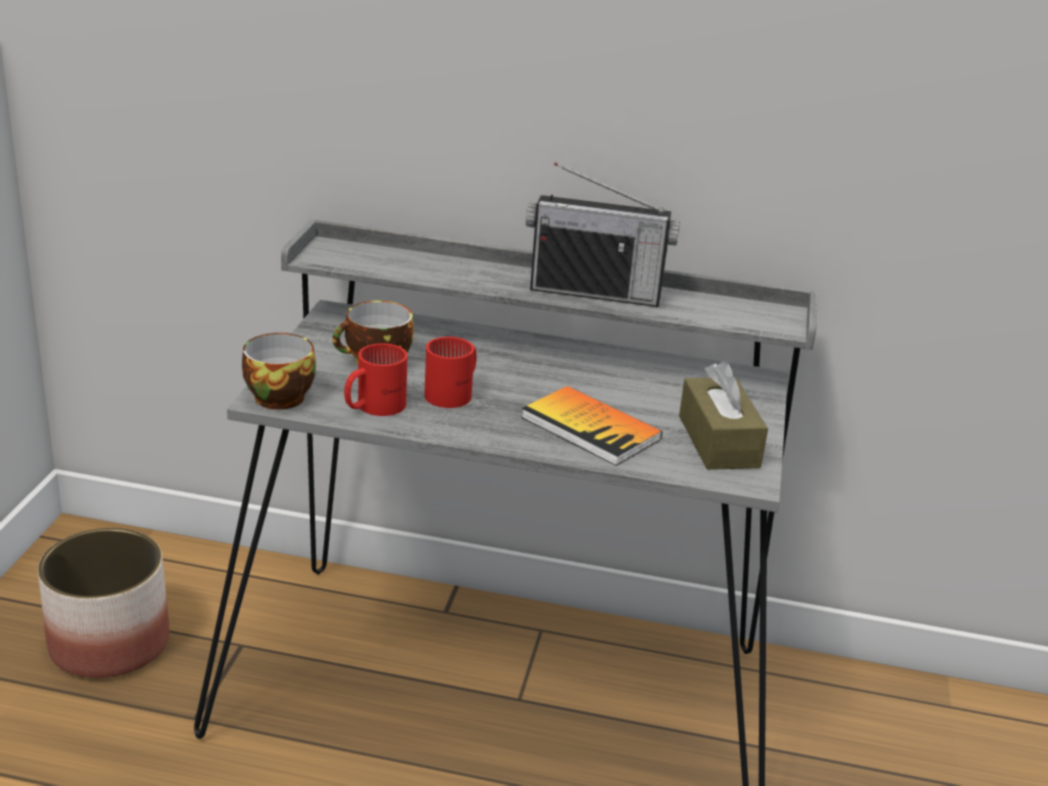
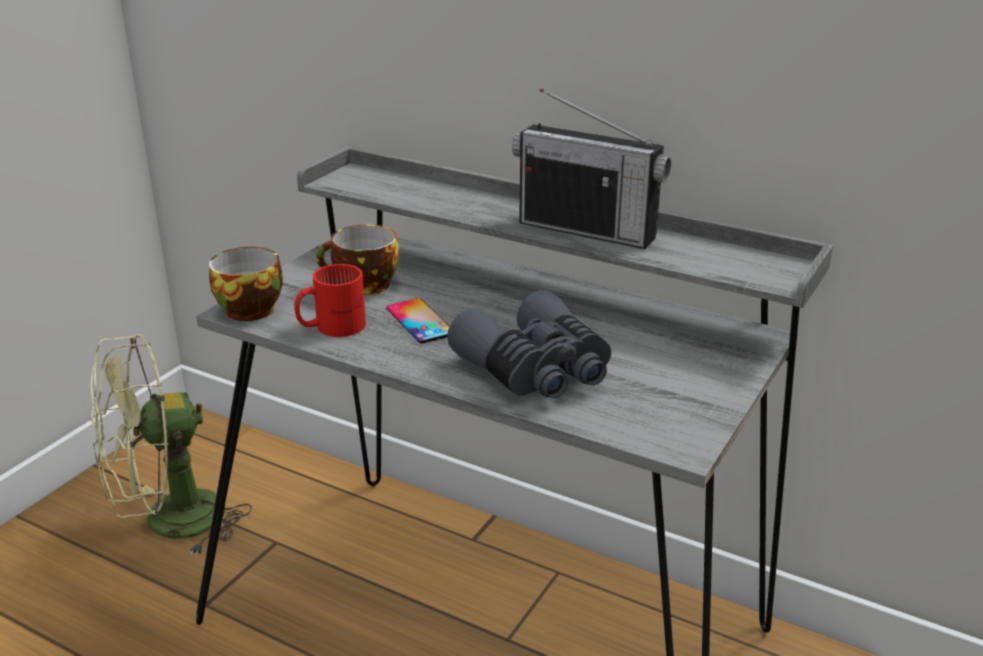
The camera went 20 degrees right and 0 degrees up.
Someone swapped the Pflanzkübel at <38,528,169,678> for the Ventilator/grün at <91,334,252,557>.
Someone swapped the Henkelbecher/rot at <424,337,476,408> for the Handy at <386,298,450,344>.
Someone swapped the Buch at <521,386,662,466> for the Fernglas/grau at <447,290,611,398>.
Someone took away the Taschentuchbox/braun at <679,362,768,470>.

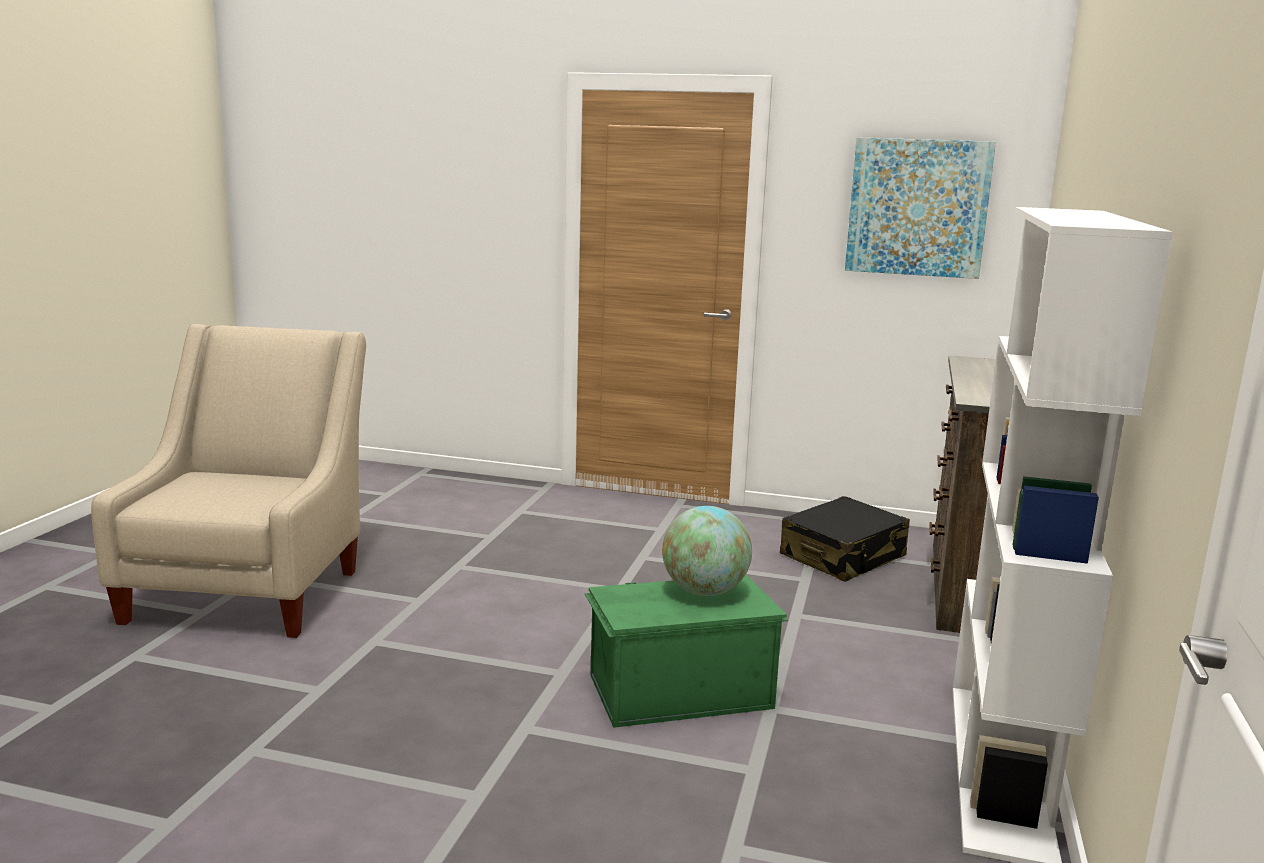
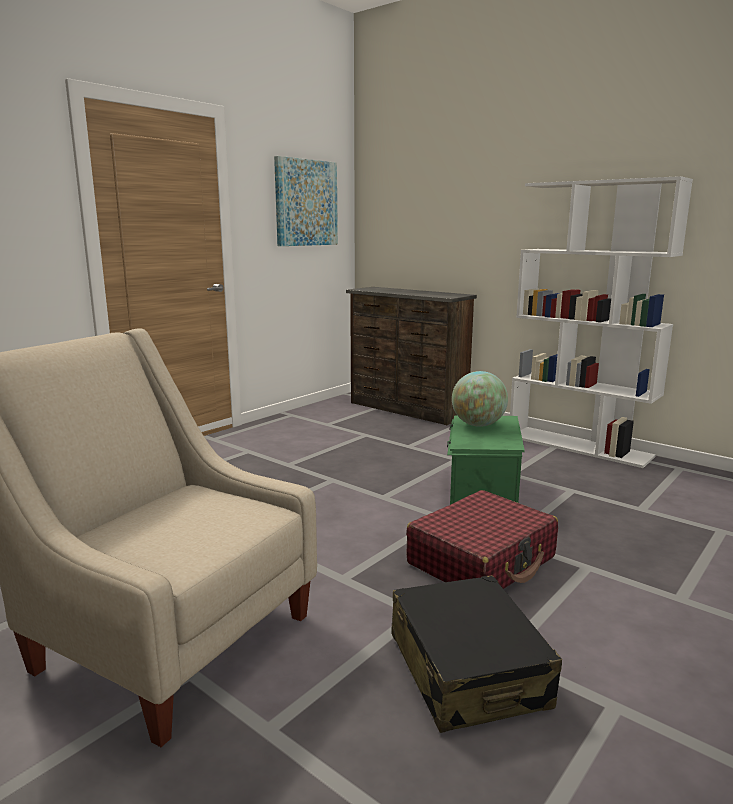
The camera went 65 degrees left and 0 degrees up.
Someone carried the Koffer/schwarz from <780,496,910,582> to <391,575,562,733>.
Someone put down the Koffer/rot at <406,490,558,589>.

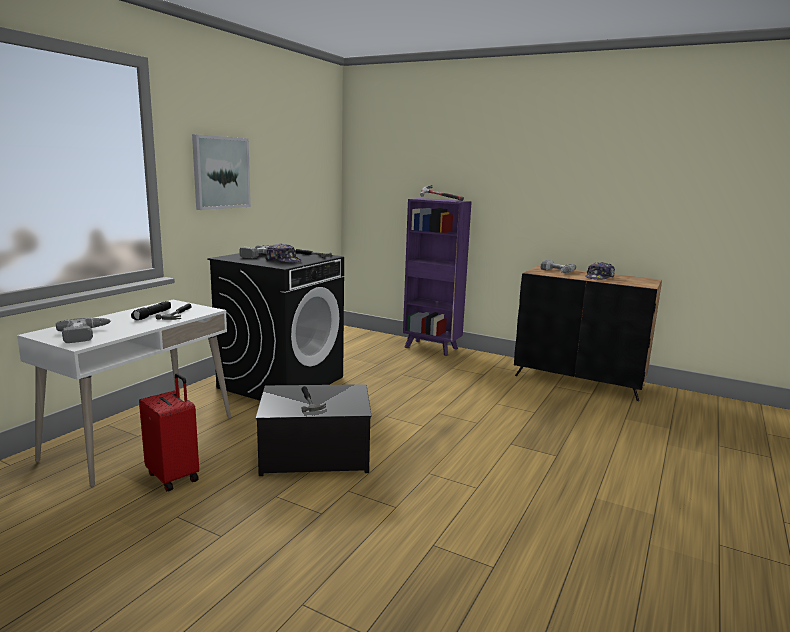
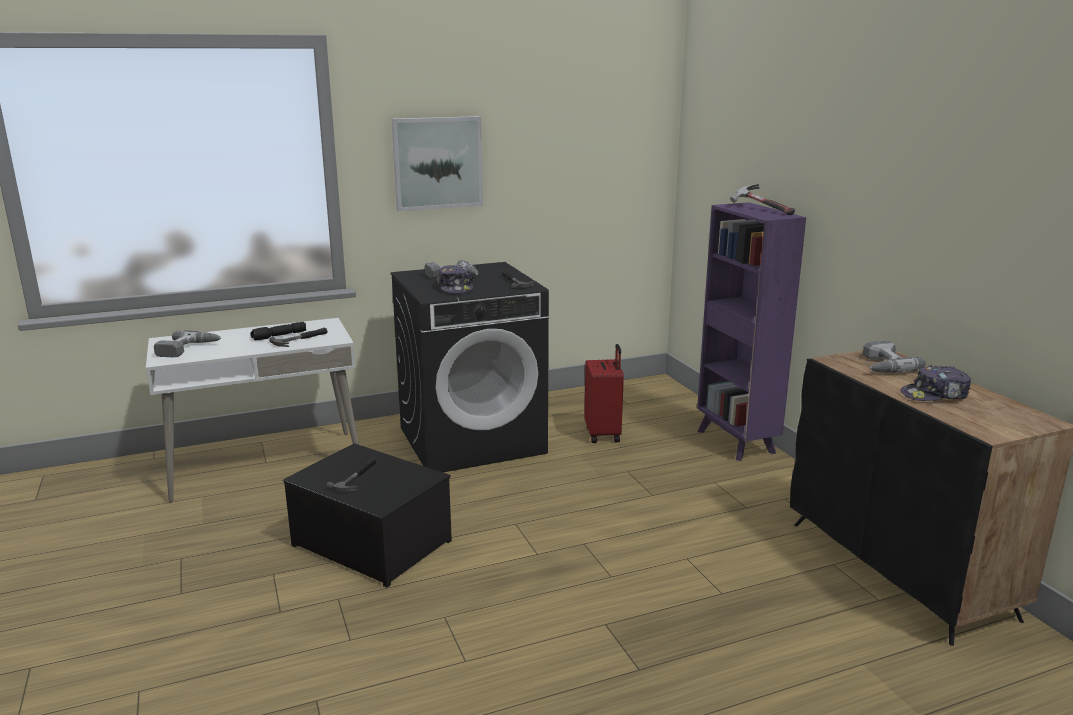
The camera went 40 degrees right and 5 degrees up.
Someone carried the Koffer/rot from <139,373,199,491> to <584,344,624,443>.

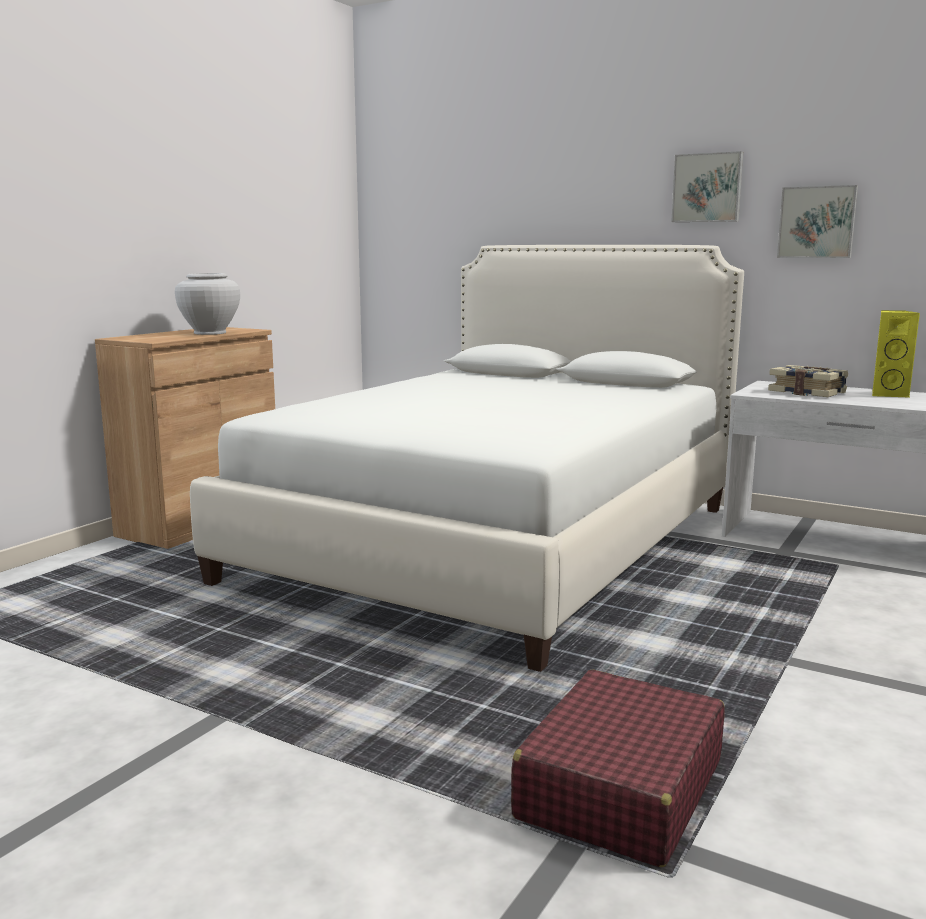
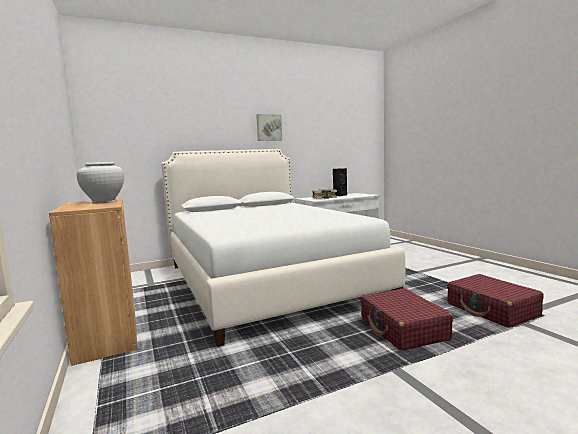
The camera went 55 degrees left and 5 degrees down.
Someone took away the Bild at <777,185,858,258>.
Someone repainted the Lautsprecher/gelb at <872,310,920,398>, which became the Lautsprecher/schwarz at <333,168,347,196>.
Someone put down the Koffer/rot at <360,288,453,351>.

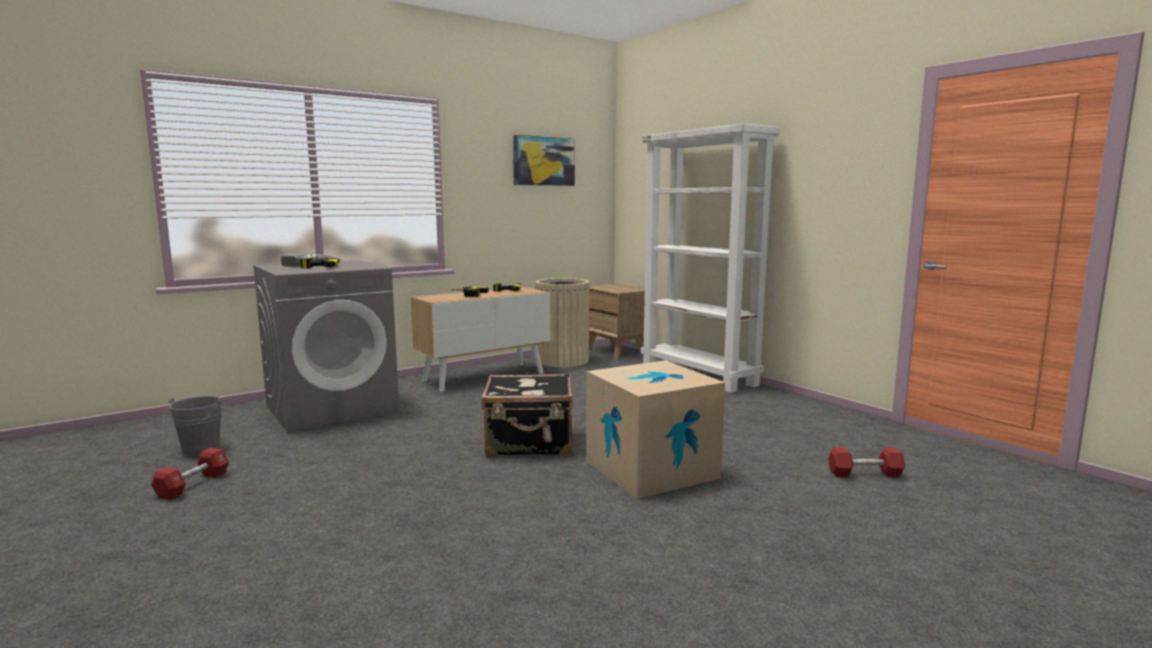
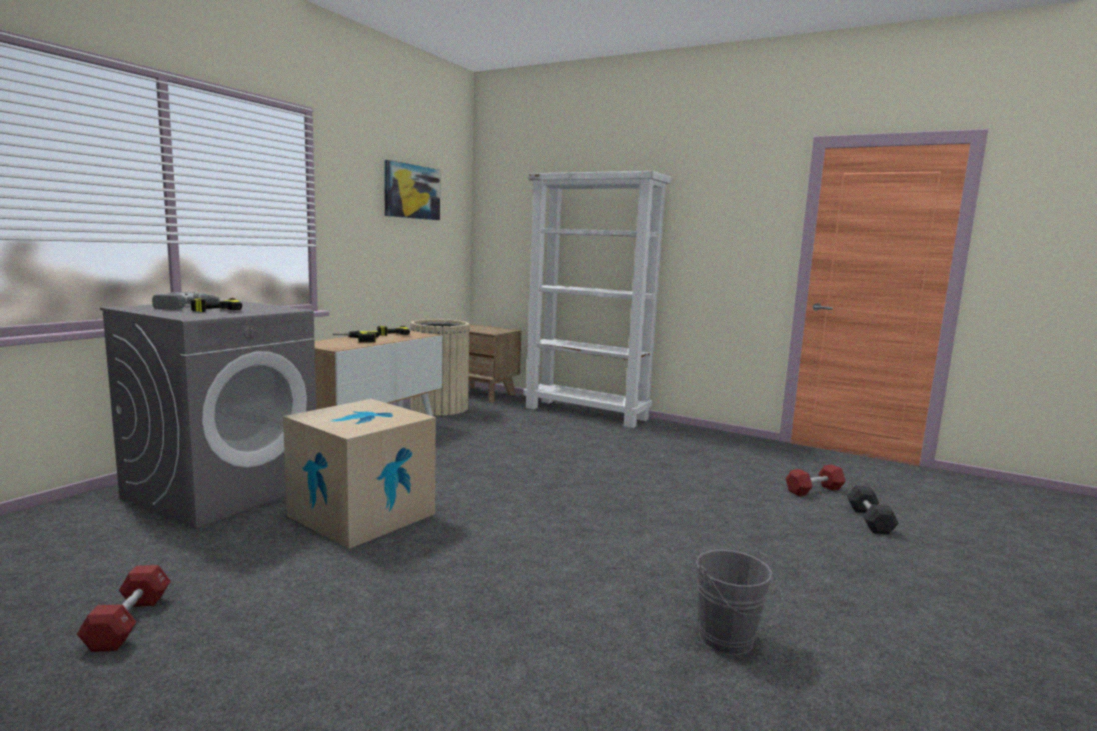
The camera went 25 degrees left and 0 degrees up.
Someone carried the Eimer/grau from <163,396,222,456> to <696,549,783,655>.
Someone took away the Koffer/schwarz at <481,373,573,456>.
Someone carried the Karton from <586,360,725,499> to <283,399,436,549>.
Someone put down the Hantel/schwarz at <847,485,899,535>.

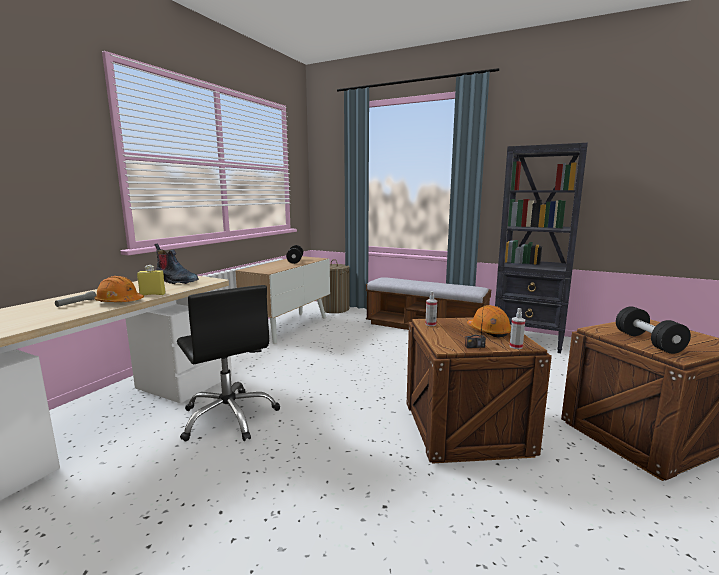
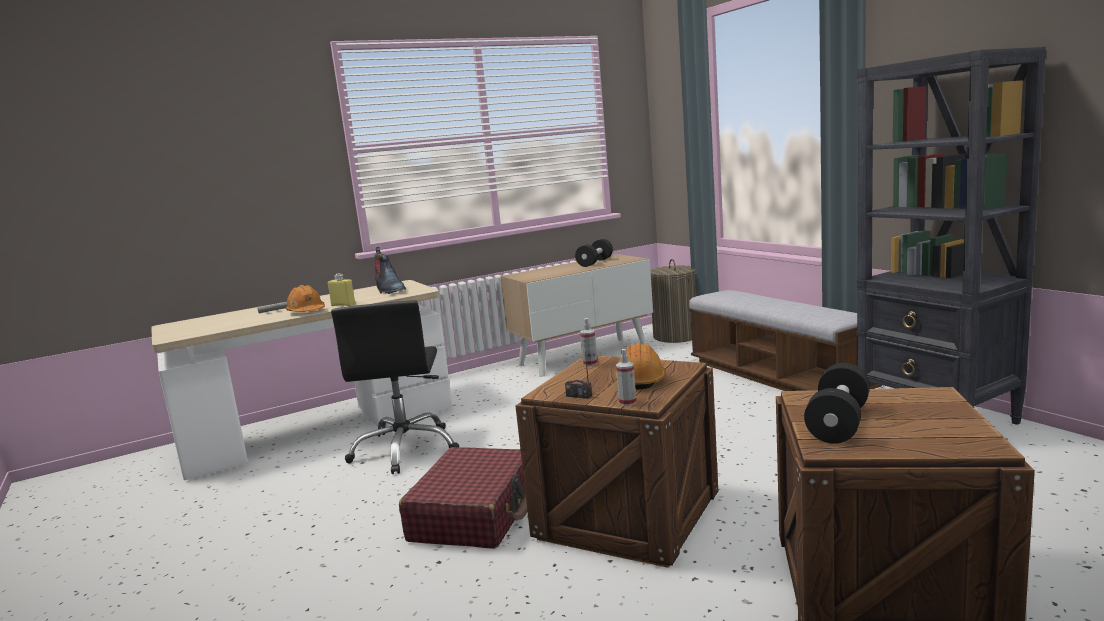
The camera went 35 degrees right and 0 degrees up.
Someone put down the Koffer/rot at <399,447,527,549>.

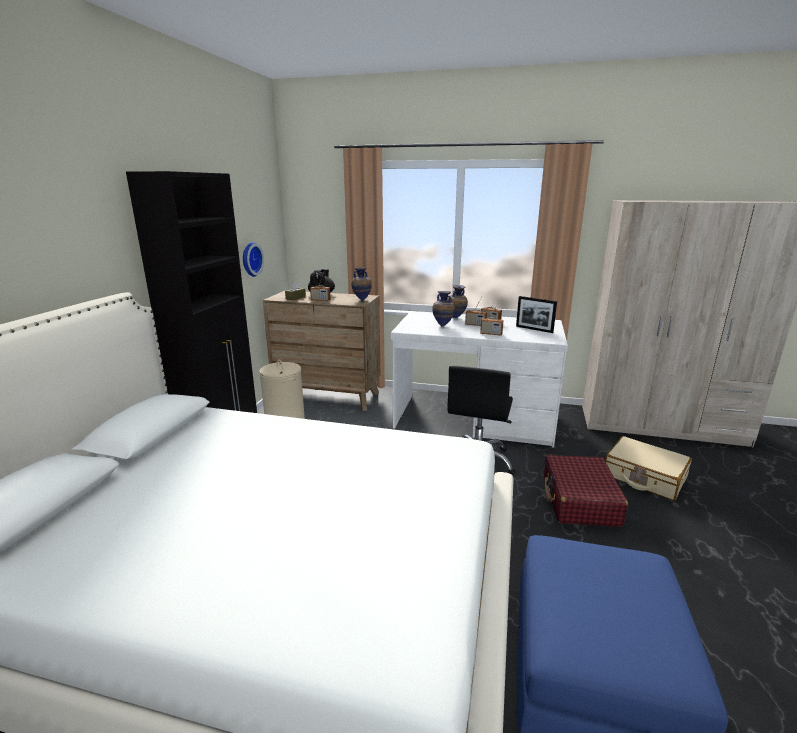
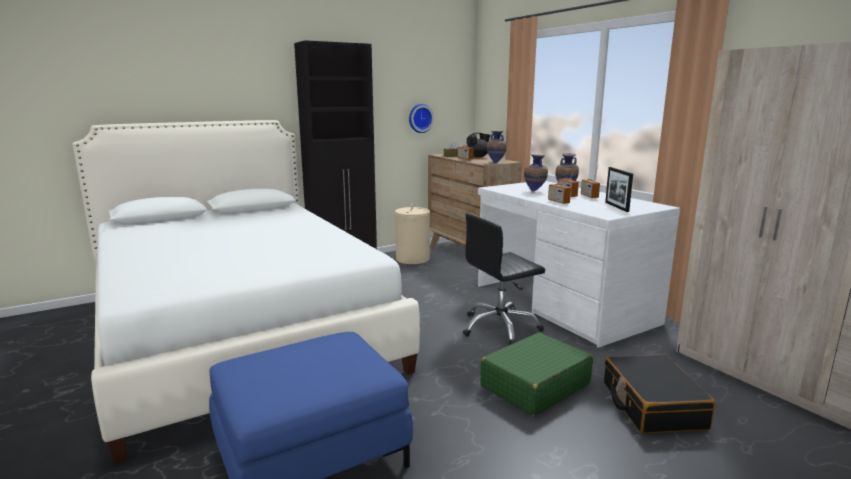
The camera went 45 degrees right and 5 degrees down.
Someone repainted the Koffer/rot at <544,455,628,527>, which became the Koffer/grün at <480,332,593,416>.
Someone repainted the Koffer/beige at <605,436,692,501>, which became the Koffer/schwarz at <604,354,715,433>.

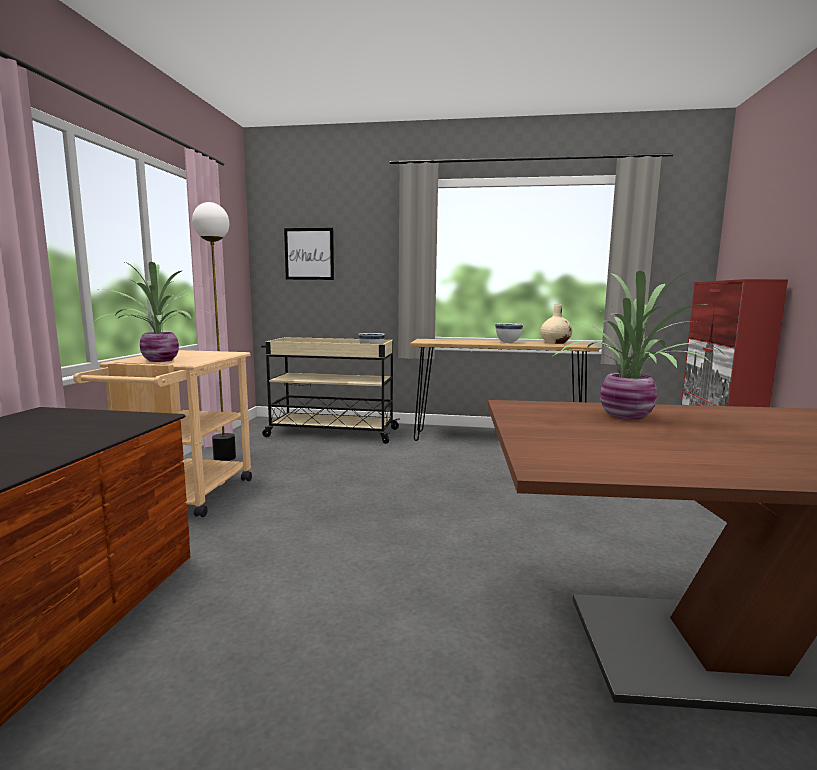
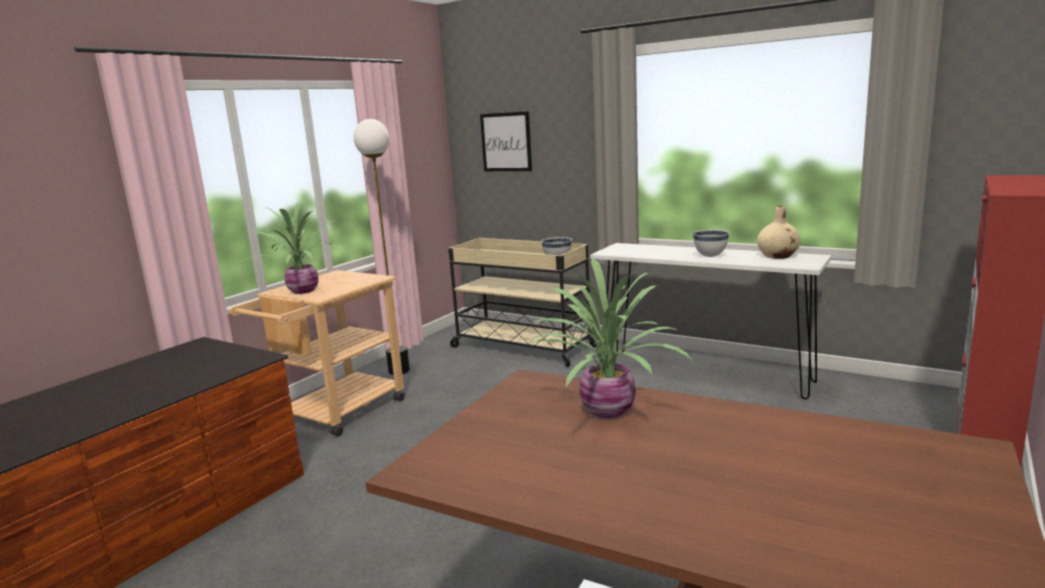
The camera went 25 degrees right and 5 degrees up.
Someone repainted the Konsolentisch/braun at <410,339,599,441>, which became the Konsolentisch/weiß at <590,243,831,399>.

